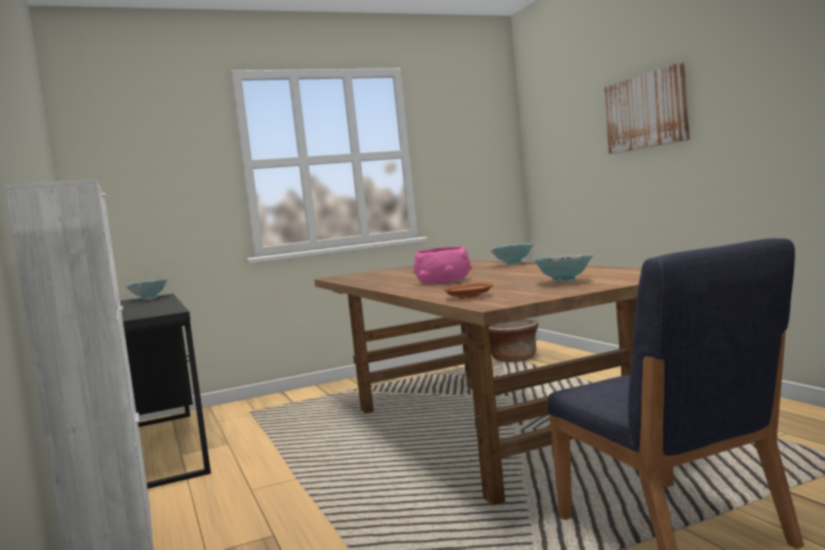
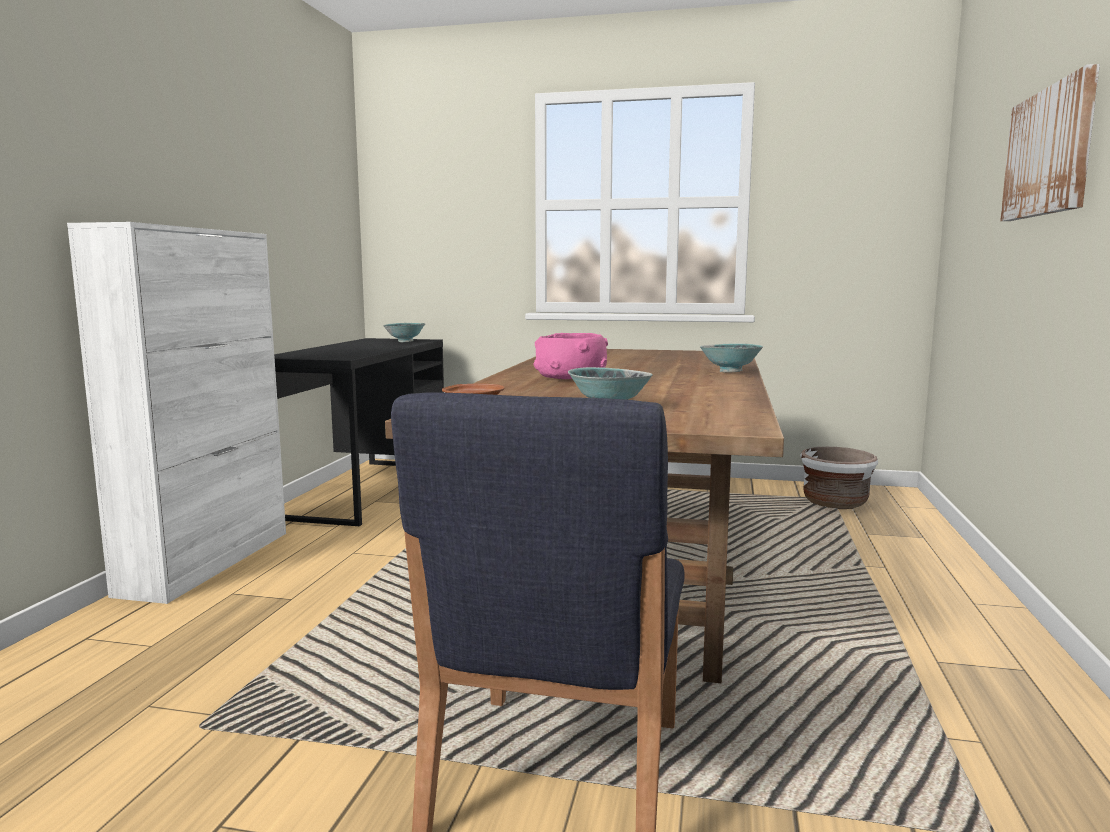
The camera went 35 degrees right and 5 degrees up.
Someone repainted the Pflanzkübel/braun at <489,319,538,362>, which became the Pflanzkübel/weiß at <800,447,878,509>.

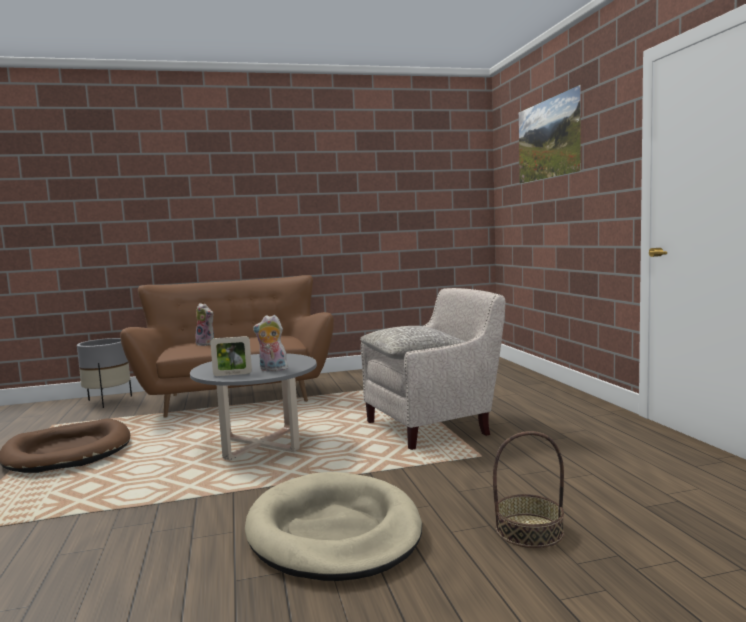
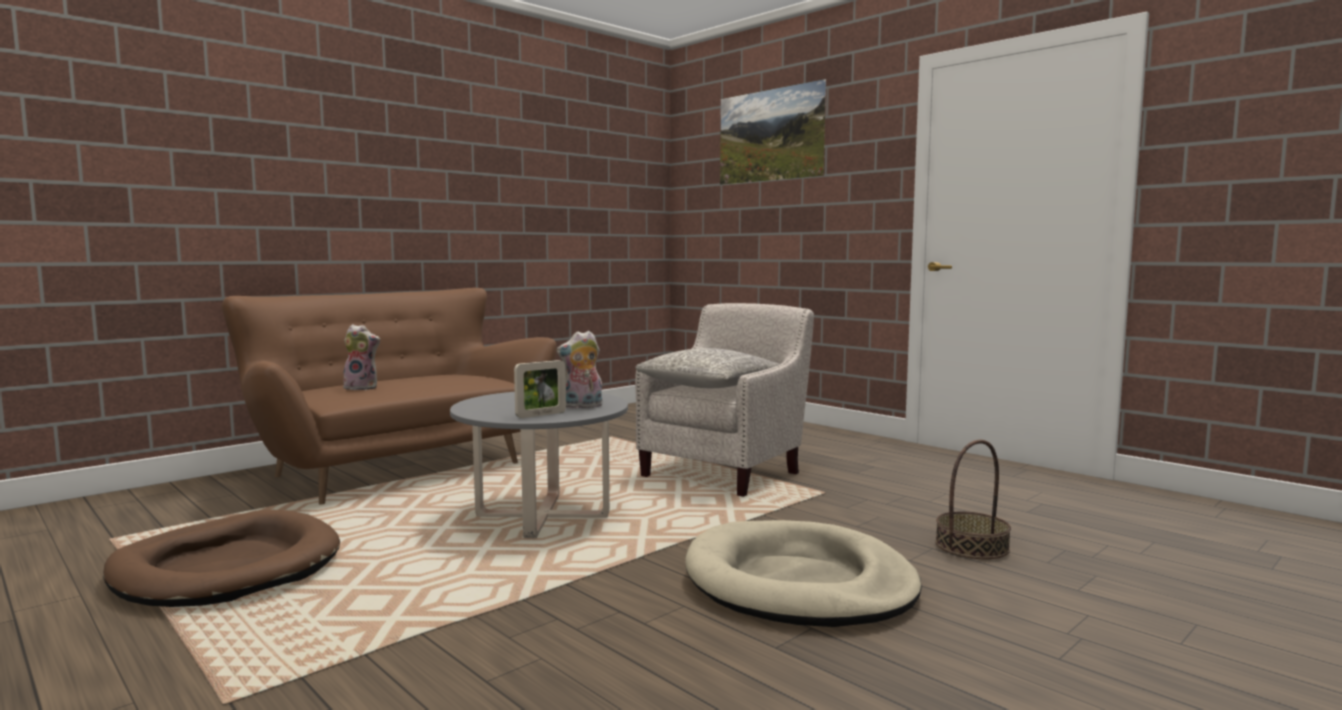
The camera went 30 degrees left and 0 degrees up.
Someone took away the Pflanzkübel/grau at <77,338,132,408>.

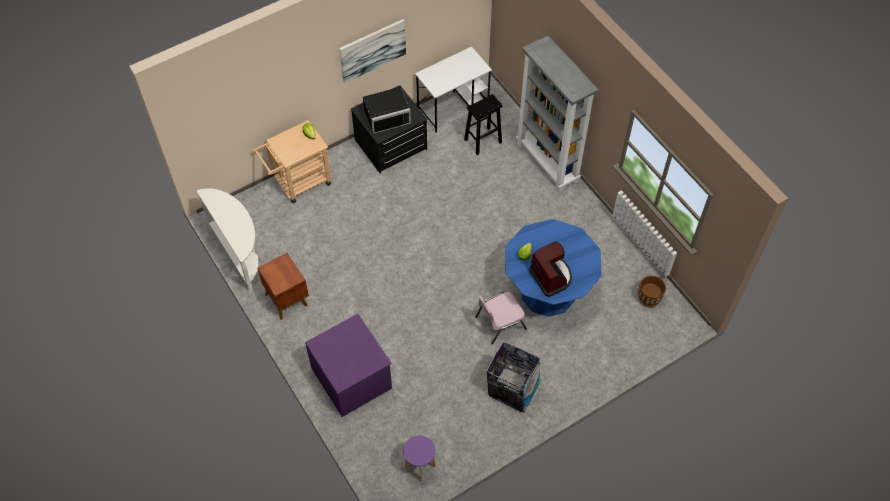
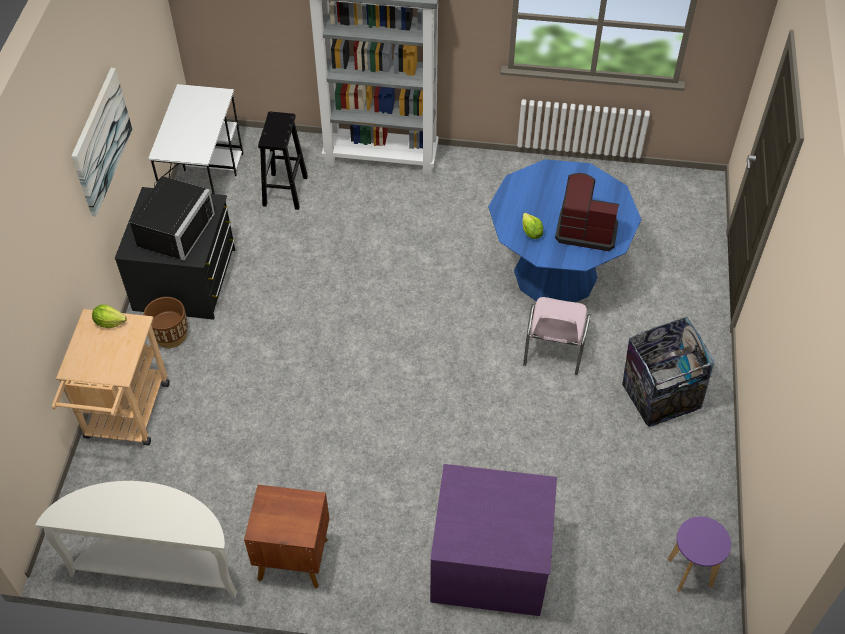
The camera went 50 degrees left and 5 degrees down.
Someone carried the Pflanzkübel/braun from <638,275,666,308> to <143,297,188,348>.

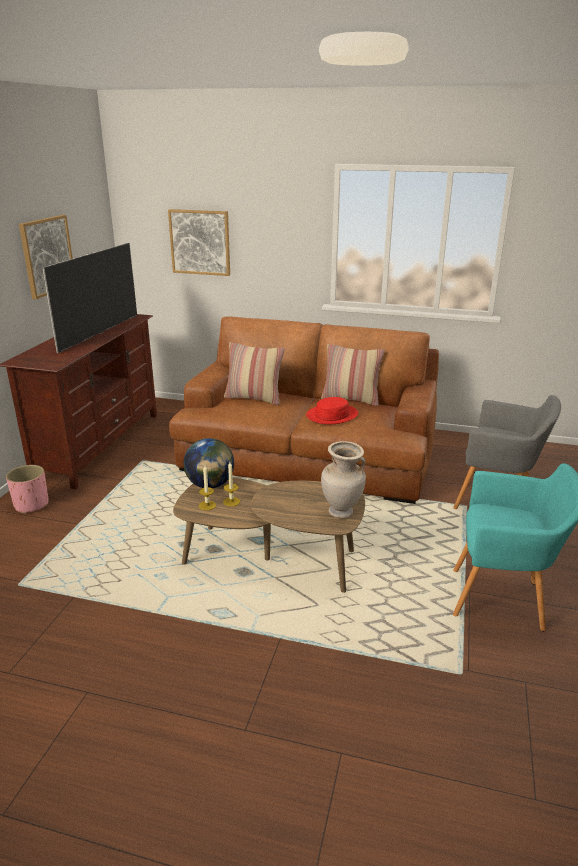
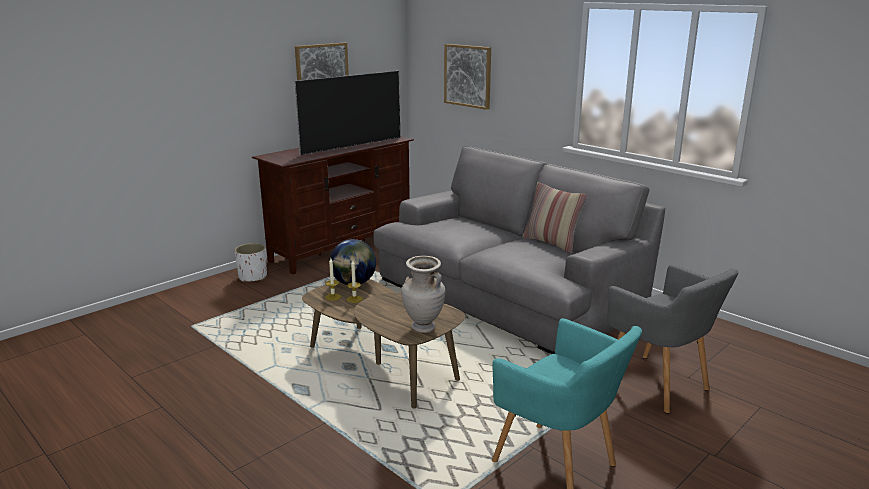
The camera went 30 degrees right and 5 degrees down.
Someone repainted the Pflanzkübel/rosa at <6,465,49,514>, which became the Pflanzkübel/weiß at <234,243,267,282>.
Someone repainted the Sofa/braun at <169,316,439,504>, which became the Sofa/grau at <373,146,665,354>.
Someone took away the Kissen at <224,342,284,405>.
Someone took away the Hut/rot at <306,397,358,424>.

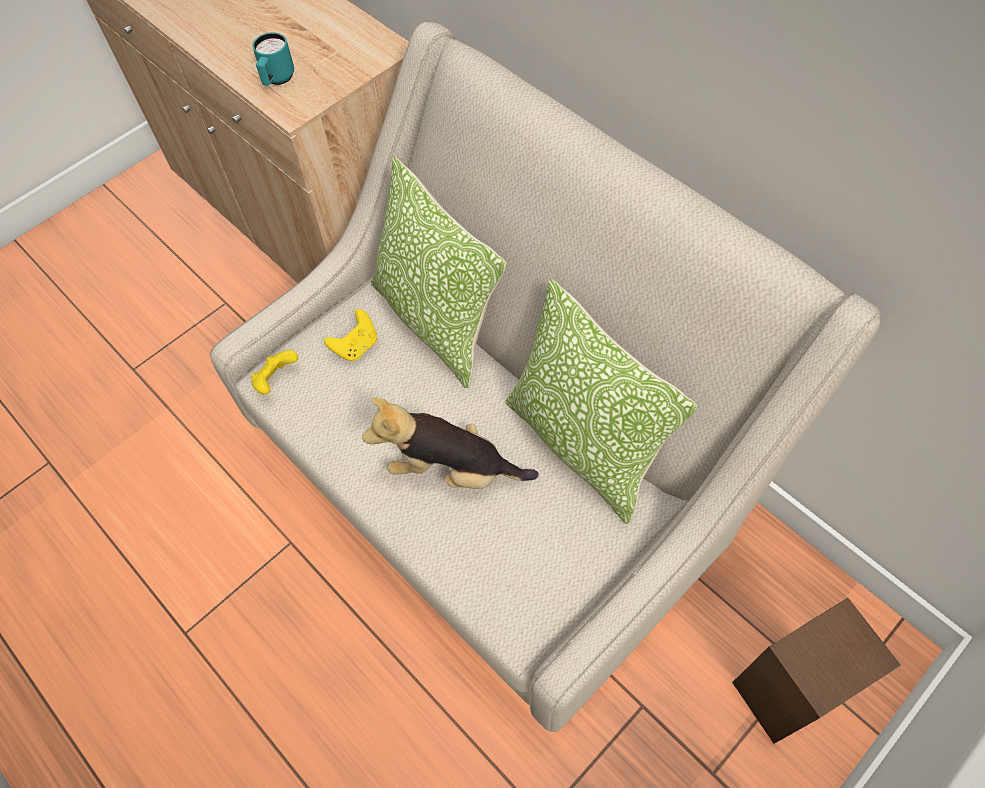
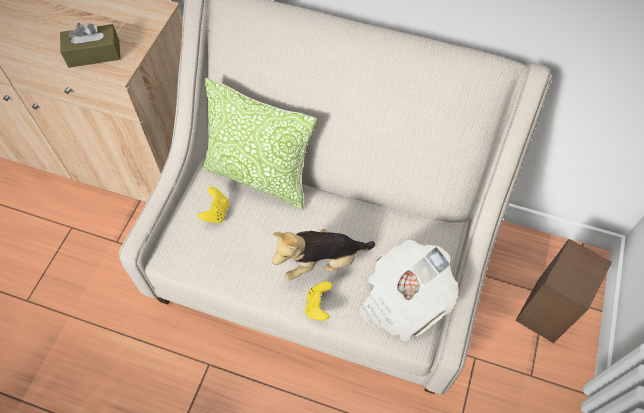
The camera went 30 degrees left and 0 degrees up.
Someone carried the Gamepad/gelb from <251,350,298,394> to <305,281,333,321>.
Someone swapped the Henkelbecher/türkis at <252,32,294,86> for the Taschentuchbox/braun at <60,22,121,68>.
Someone took away the Kissen at <505,279,698,524>.
Someone put down the Zeitung at <359,240,459,342>.

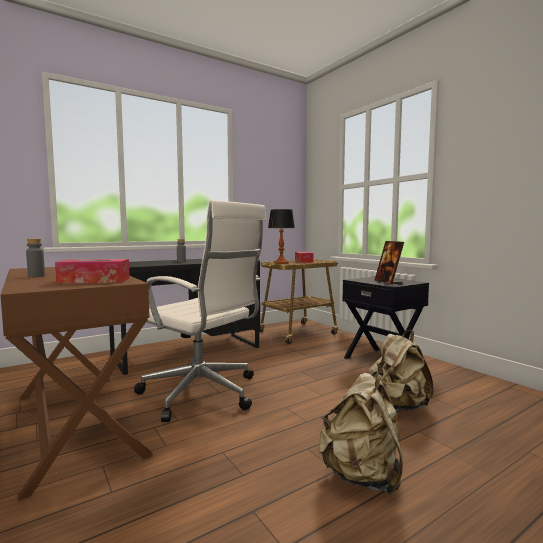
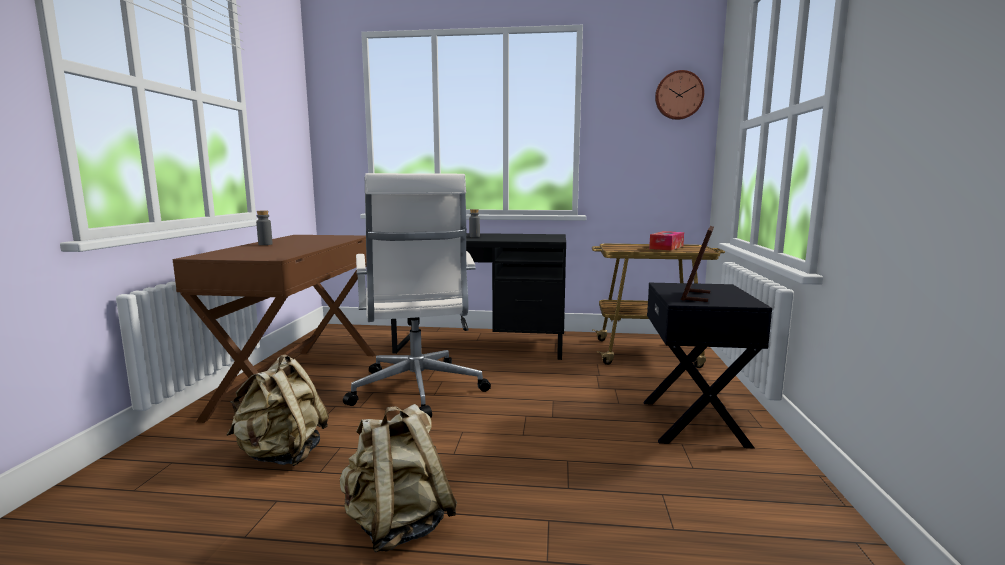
The camera went 40 degrees right and 5 degrees up.
Someone took away the Taschentuchbox at <55,259,130,284>.
Someone took away the Tischlampe at <268,209,295,264>.
Someone carried the Rucksack/beige from <369,330,434,411> to <227,354,329,466>.
Someone put up the Wanduhr at <655,70,704,120>.

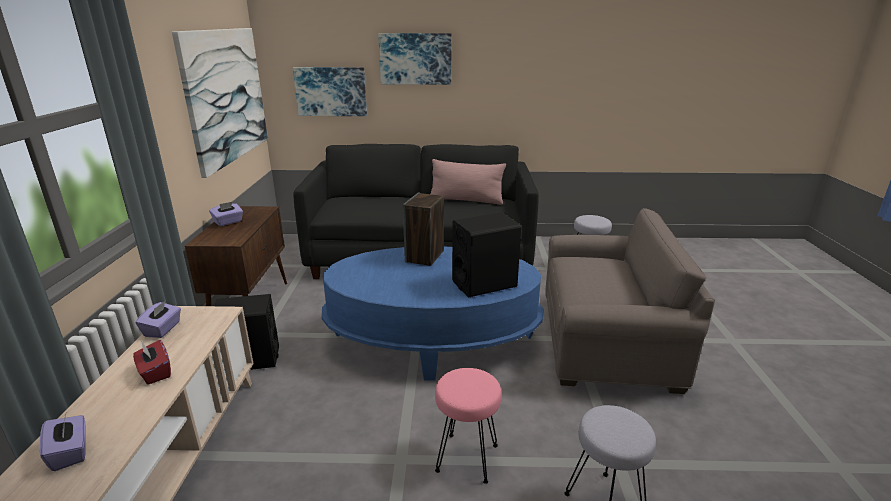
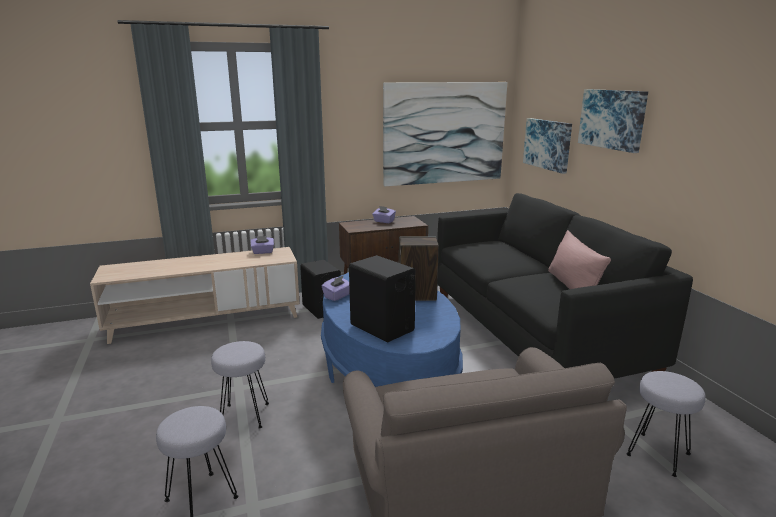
The camera went 70 degrees right and 5 degrees down.
Someone carried the Taschentuchbox/lila from <40,414,86,471> to <322,275,350,301>.
Someone took away the Taschentuchbox/rot at <133,340,171,385>.
Someone repainted the Hocker/rosa at <435,368,502,484>, which became the Hocker/grau at <211,341,269,429>.

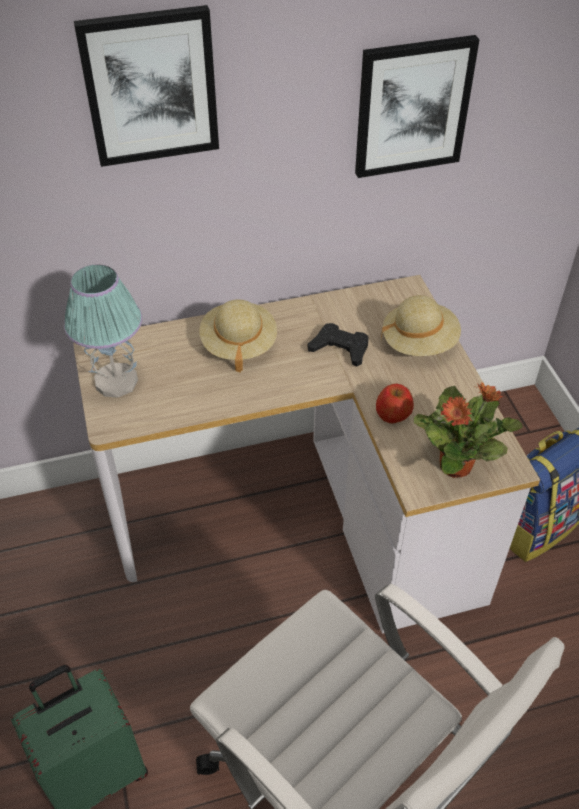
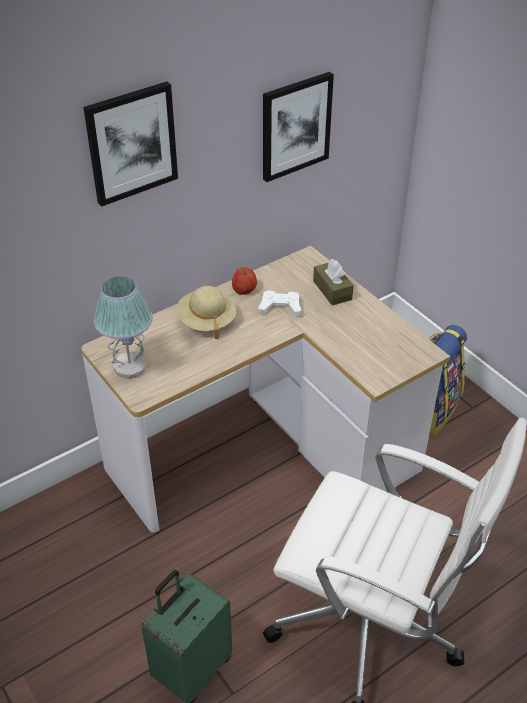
The camera went 20 degrees left and 5 degrees down.
Someone repainted the Gamepad/schwarz at <308,323,368,367>, which became the Gamepad/weiß at <258,290,302,315>.
Someone carried the Apfel from <376,384,414,423> to <232,268,257,295>.
Someone swapped the Hut/beige at <381,295,461,356> for the Taschentuchbox/braun at <313,259,354,306>.
Someone took away the Topfpflanze at <414,382,523,478>.

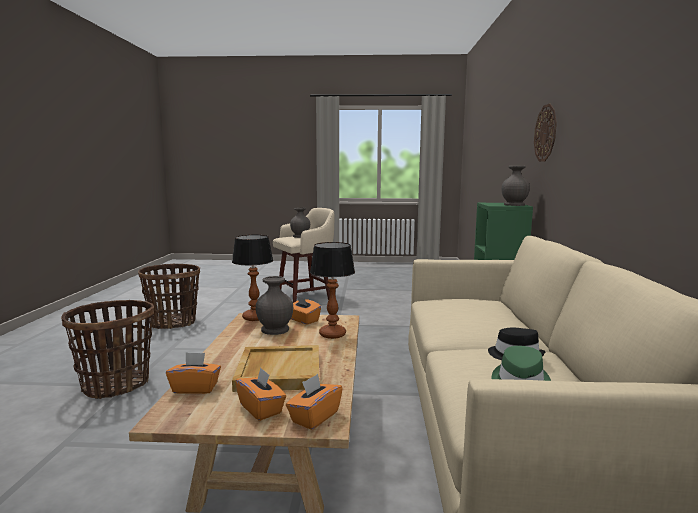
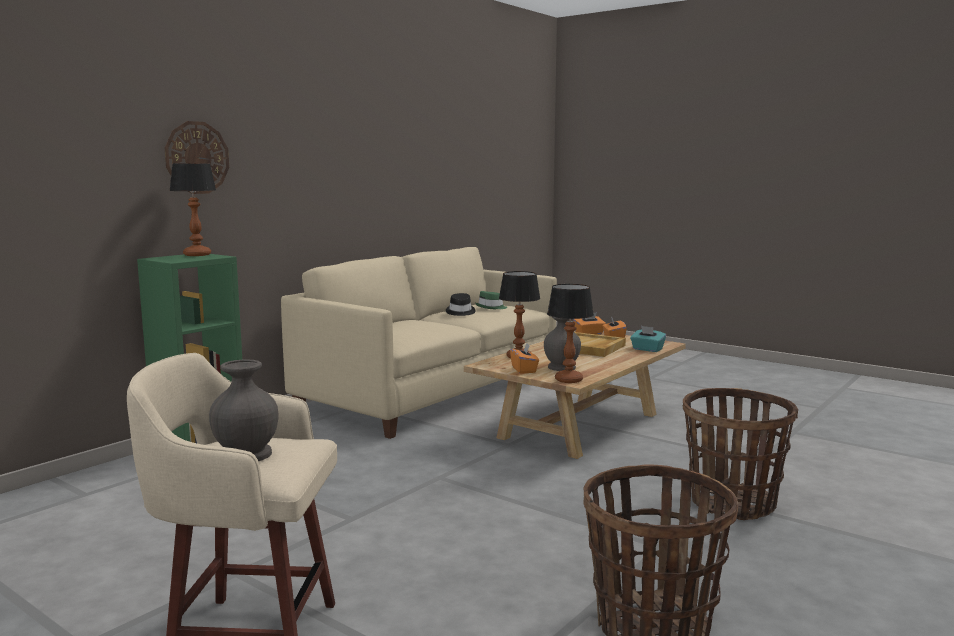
The camera went 145 degrees left and 0 degrees up.
Someone repainted the Taschentuchbox/orange at <166,352,221,394>, which became the Taschentuchbox/türkis at <630,326,666,352>.
Someone swapped the Vase/grau at <501,166,530,206> for the Tischlampe at <169,163,216,256>.

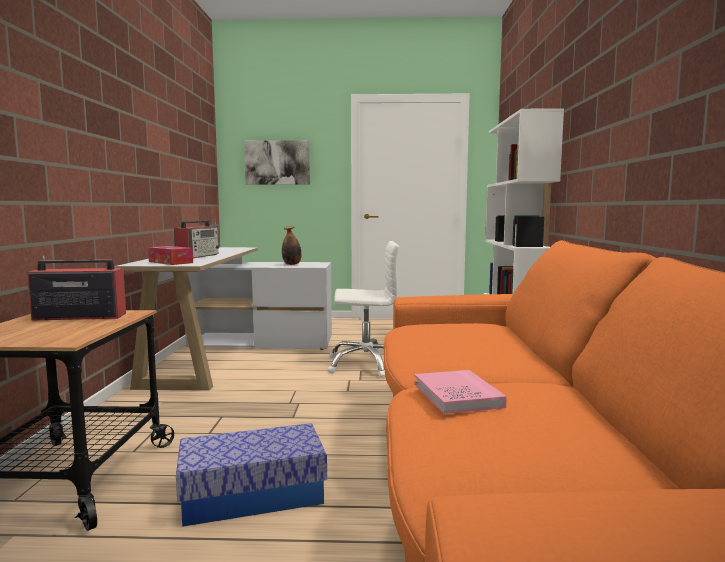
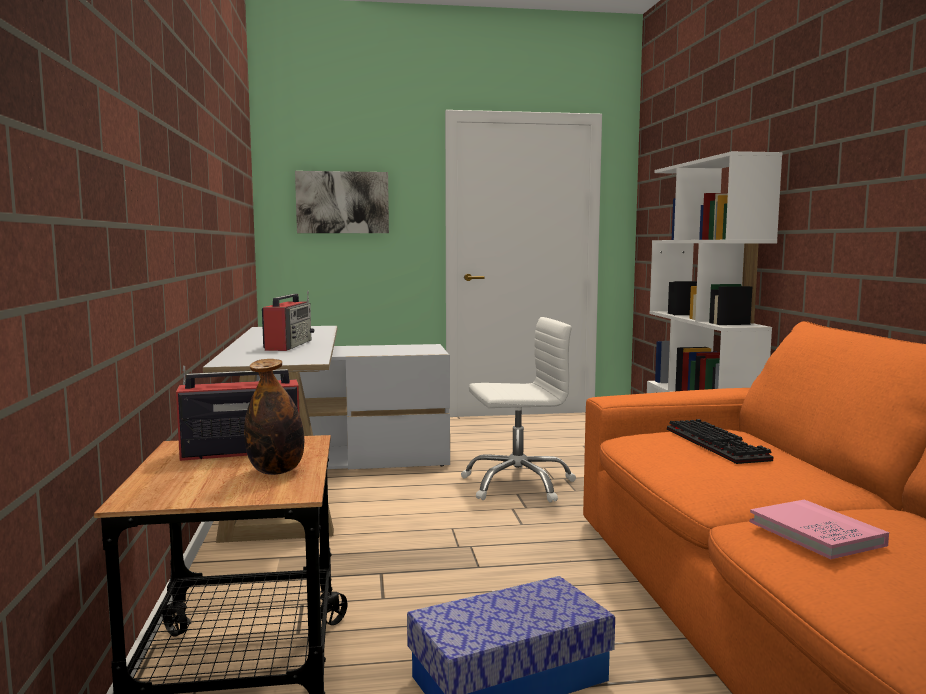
The camera went 10 degrees left and 0 degrees up.
Someone took away the Taschentuchbox at <148,246,193,265>.
Someone carried the Flasche from <282,226,301,265> to <244,359,304,475>.
Someone put down the Tastatur at <667,419,773,464>.

